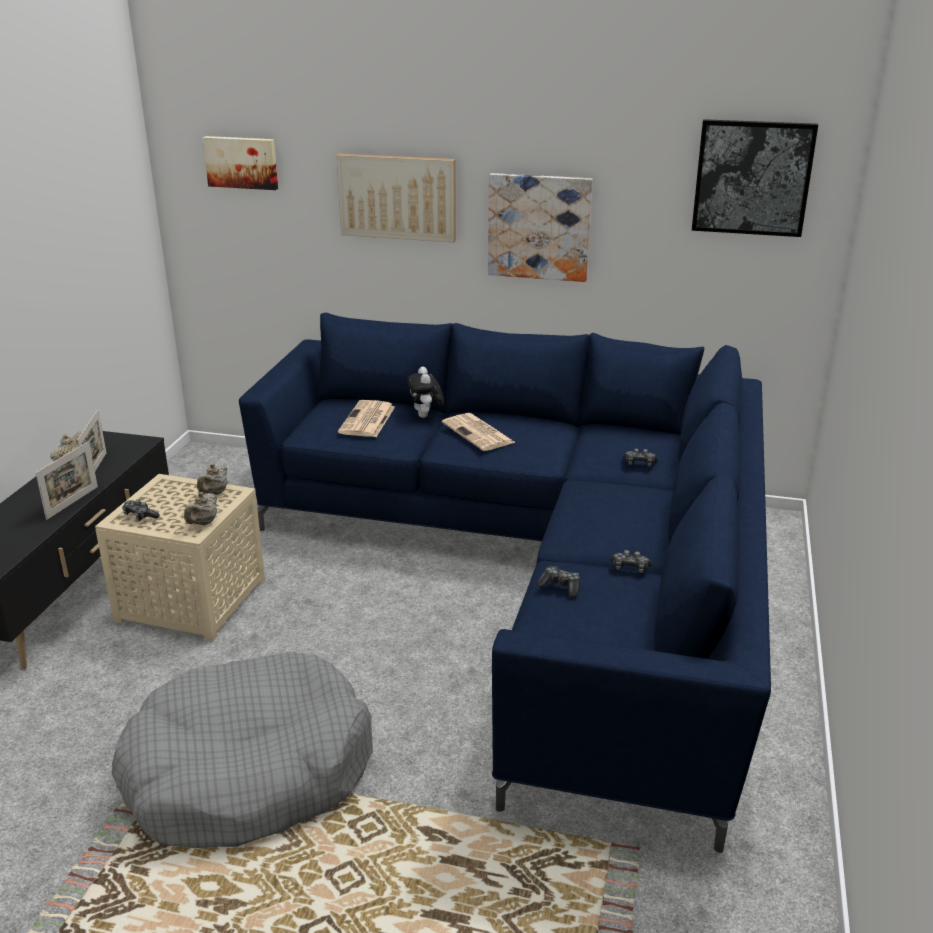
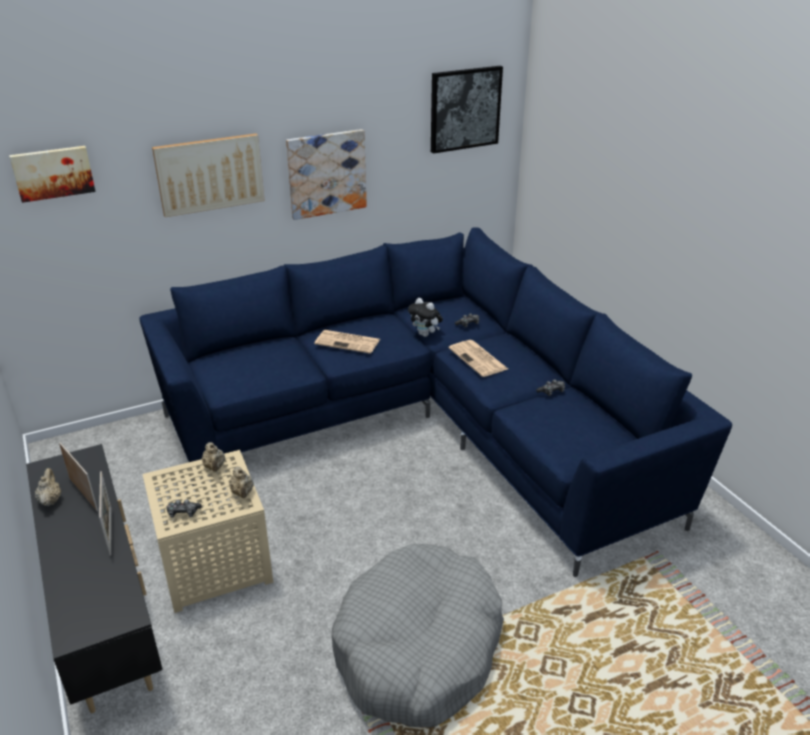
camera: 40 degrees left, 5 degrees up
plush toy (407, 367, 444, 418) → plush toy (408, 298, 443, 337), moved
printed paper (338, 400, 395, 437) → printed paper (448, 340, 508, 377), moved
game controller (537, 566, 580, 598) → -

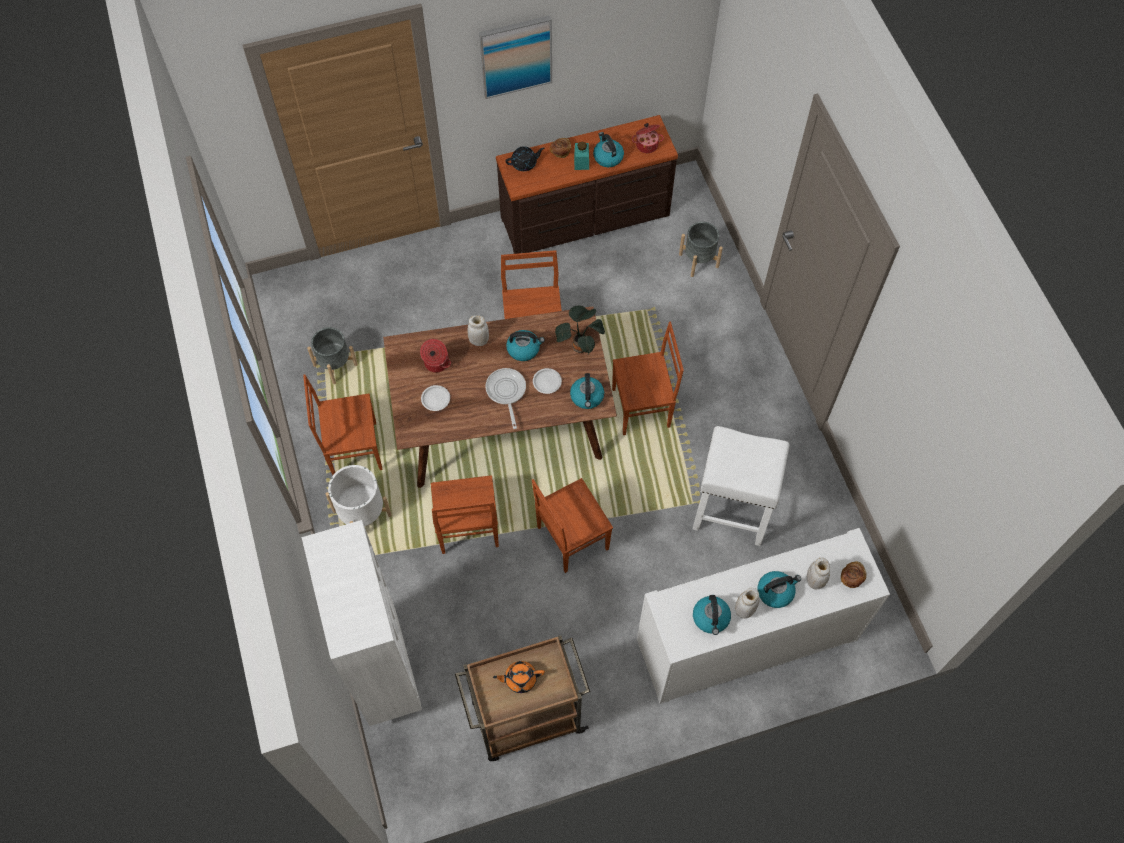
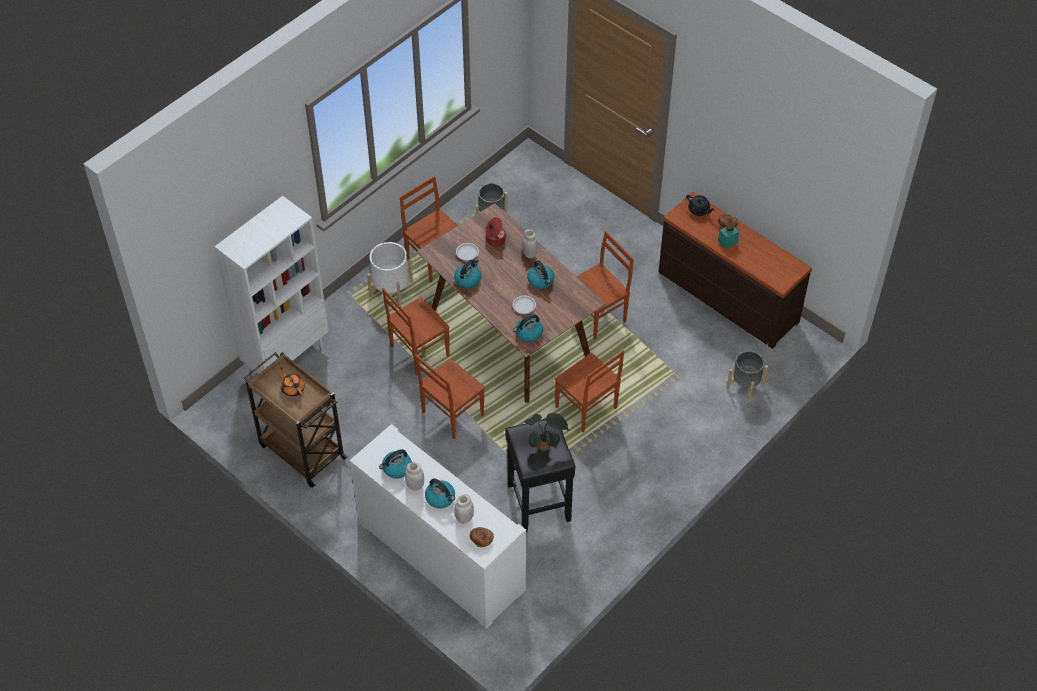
camera: 60 degrees right, 10 degrees down
brownish upright chair (532, 478, 613, 573) → brownish upright chair (415, 355, 485, 439), 75 degrees counterclockwise
tea kettle (593, 132, 624, 167) → tea kettle (454, 259, 481, 288), moved
white stool (692, 426, 789, 546) → black stool (505, 419, 576, 532)
plant in a pot (555, 306, 605, 354) → plant in a pot (524, 413, 570, 452), moved
wall picture (479, 16, 552, 99) → -
pan (485, 368, 526, 429) → -
saucepot (632, 123, 664, 153) → -

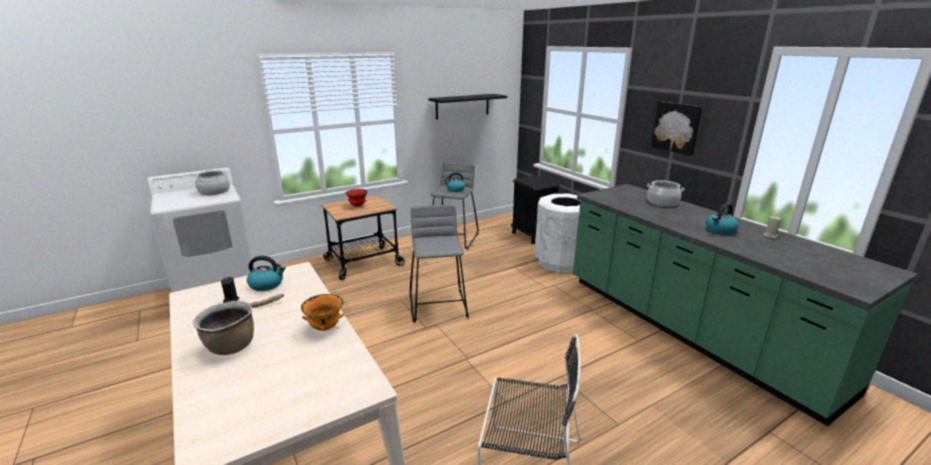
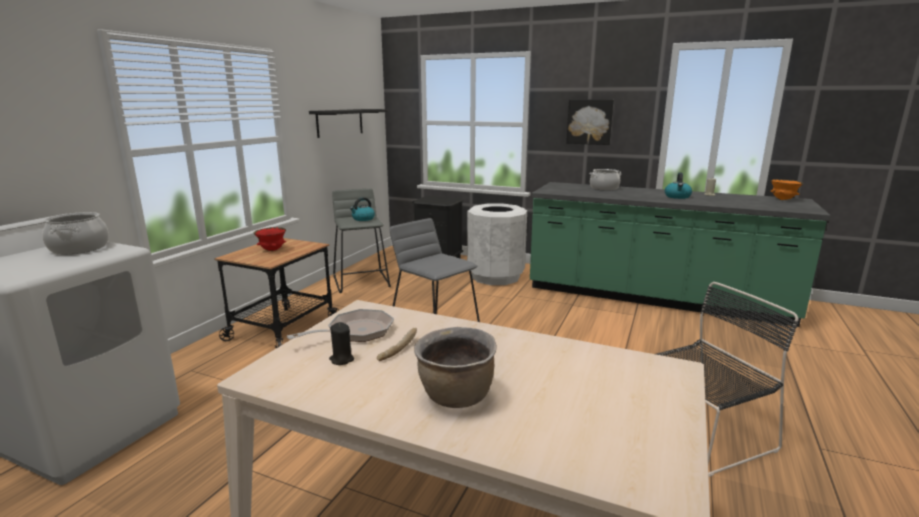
camera: 35 degrees left, 5 degrees down
tea kettle (247, 256, 286, 291) → pan (287, 309, 394, 342)
orange serving bowl (301, 294, 345, 331) → orange serving bowl (770, 179, 803, 200), moved

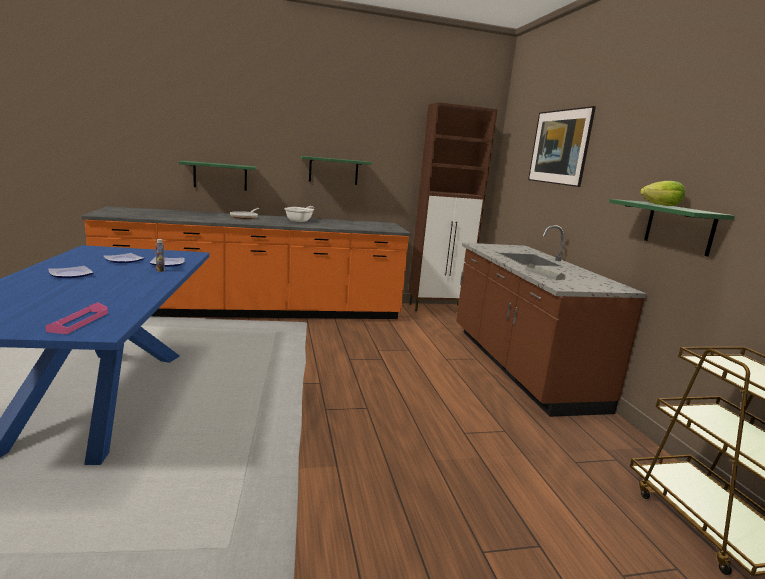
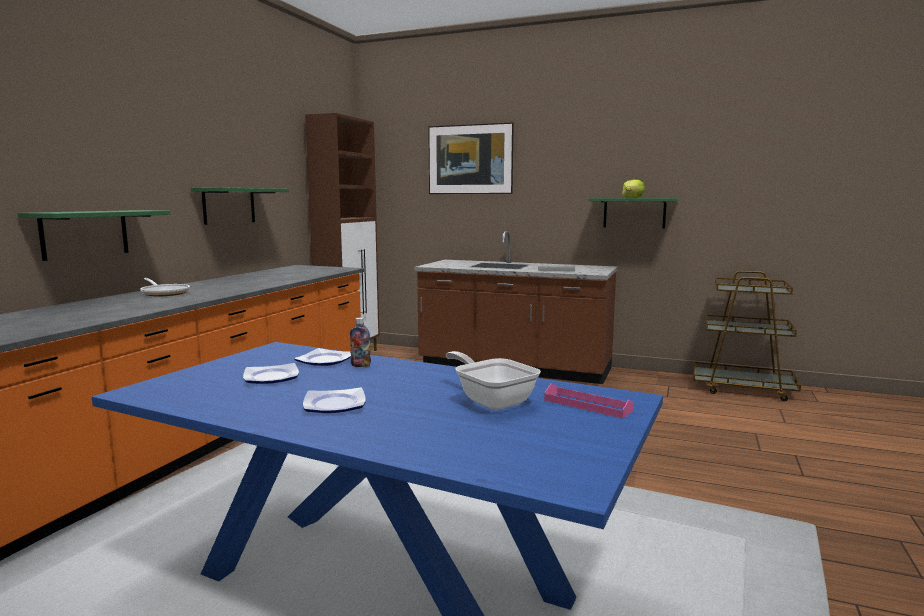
camera: 55 degrees left, 5 degrees down
pan (285, 206, 314, 222) → pan (446, 351, 541, 410), moved

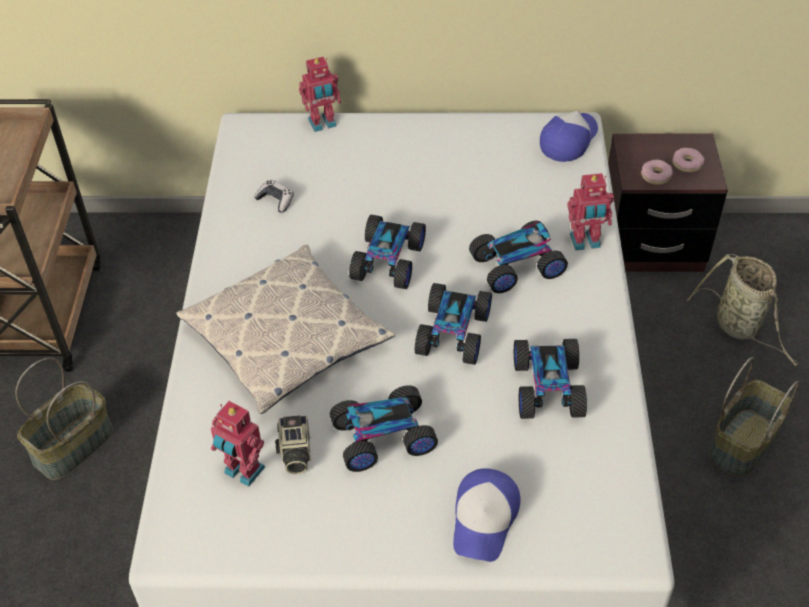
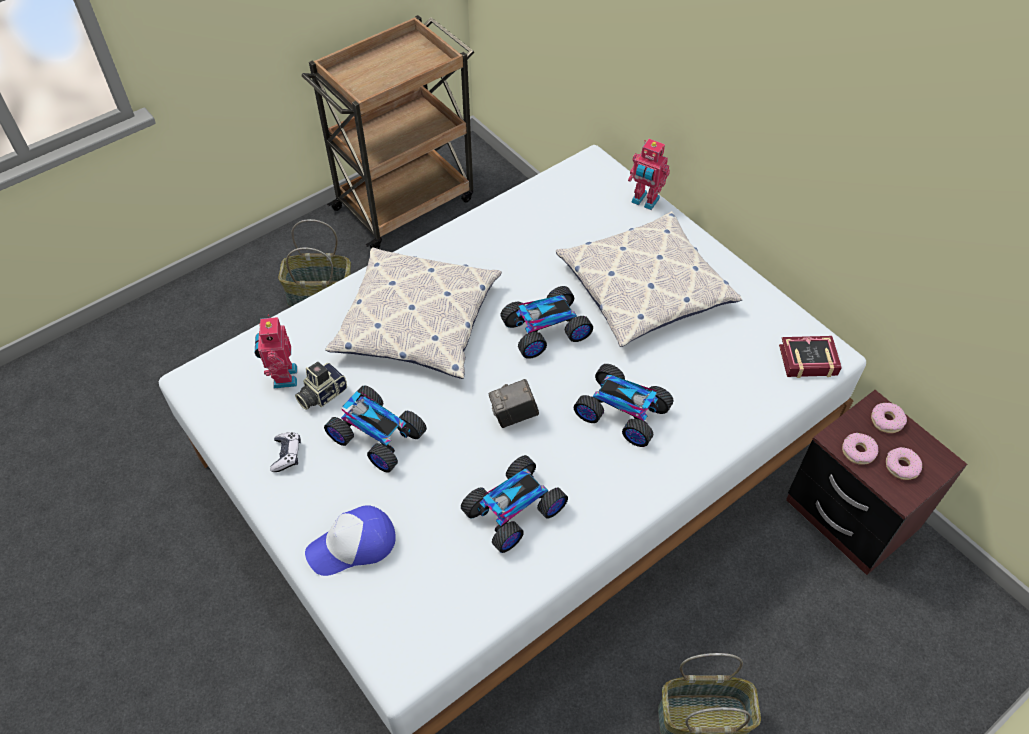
camera: 50 degrees right, 5 degrees up
game controller (254, 179, 294, 213) → game controller (270, 432, 301, 472), moved
toy car (415, 283, 492, 365) → still camera (489, 379, 539, 428)
- → pillow (556, 211, 742, 347)
cap (540, 111, 598, 162) → bound book (779, 336, 842, 378)
- → ring doughnut (871, 403, 907, 433)
model robot (567, 173, 614, 251) → -
household basket (687, 254, 798, 366) → -

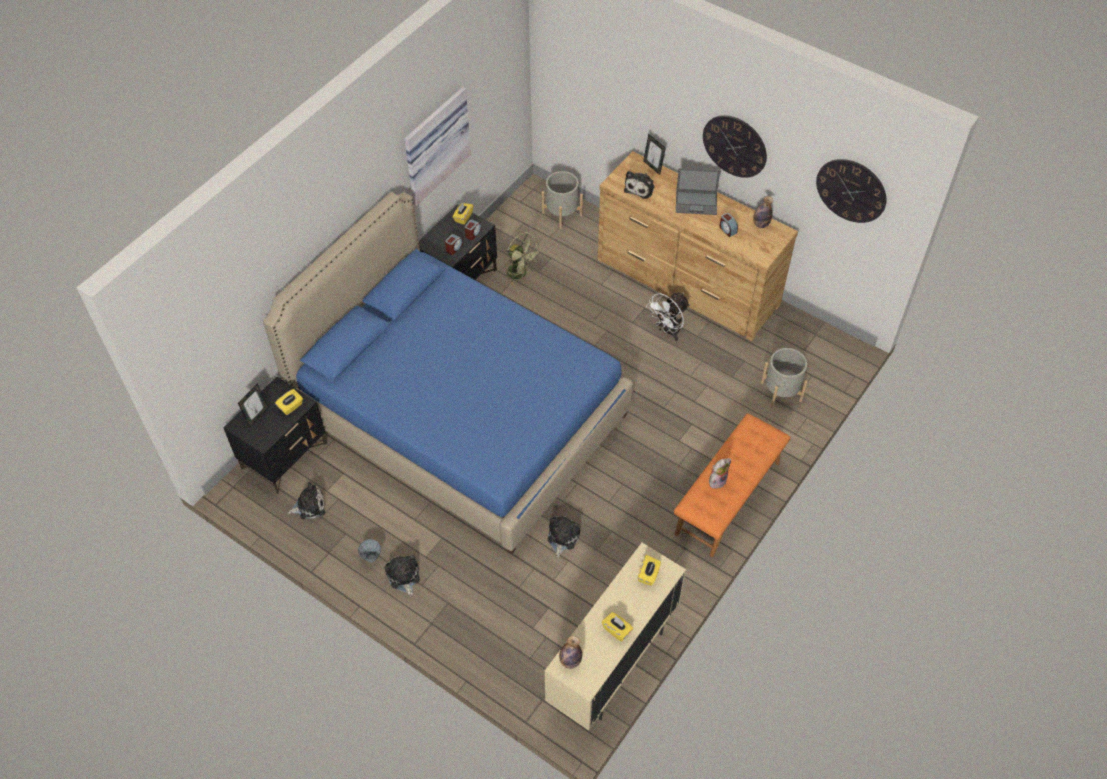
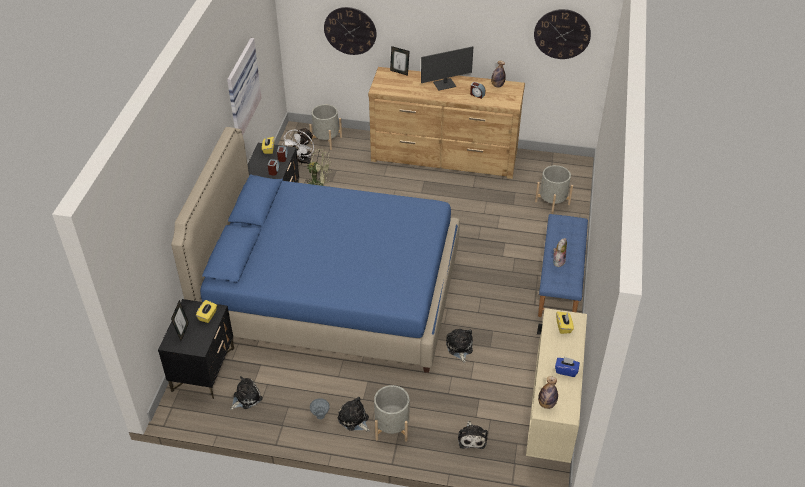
camera: 25 degrees left, 10 degrees down
white electric fan (646, 292, 690, 341) → white electric fan (282, 128, 314, 164), moved
hanging clock (703, 115, 767, 178) → hanging clock (324, 7, 377, 55), moved
- → gray planter (374, 385, 409, 442)
laptop (676, 168, 720, 215) → computer screen (421, 46, 473, 90)
plush toy (624, 171, 655, 199) → plush toy (458, 421, 488, 449), moved
orange bench (674, 413, 791, 557) → bluish bench (538, 214, 588, 317)
yellow-coloured tissue holder (602, 612, 633, 642) → bluish tissue holder (555, 357, 580, 377)

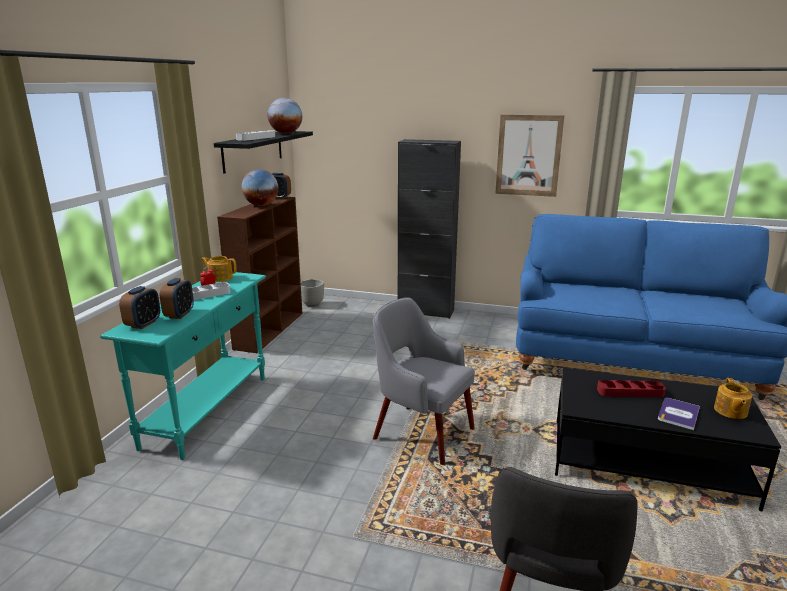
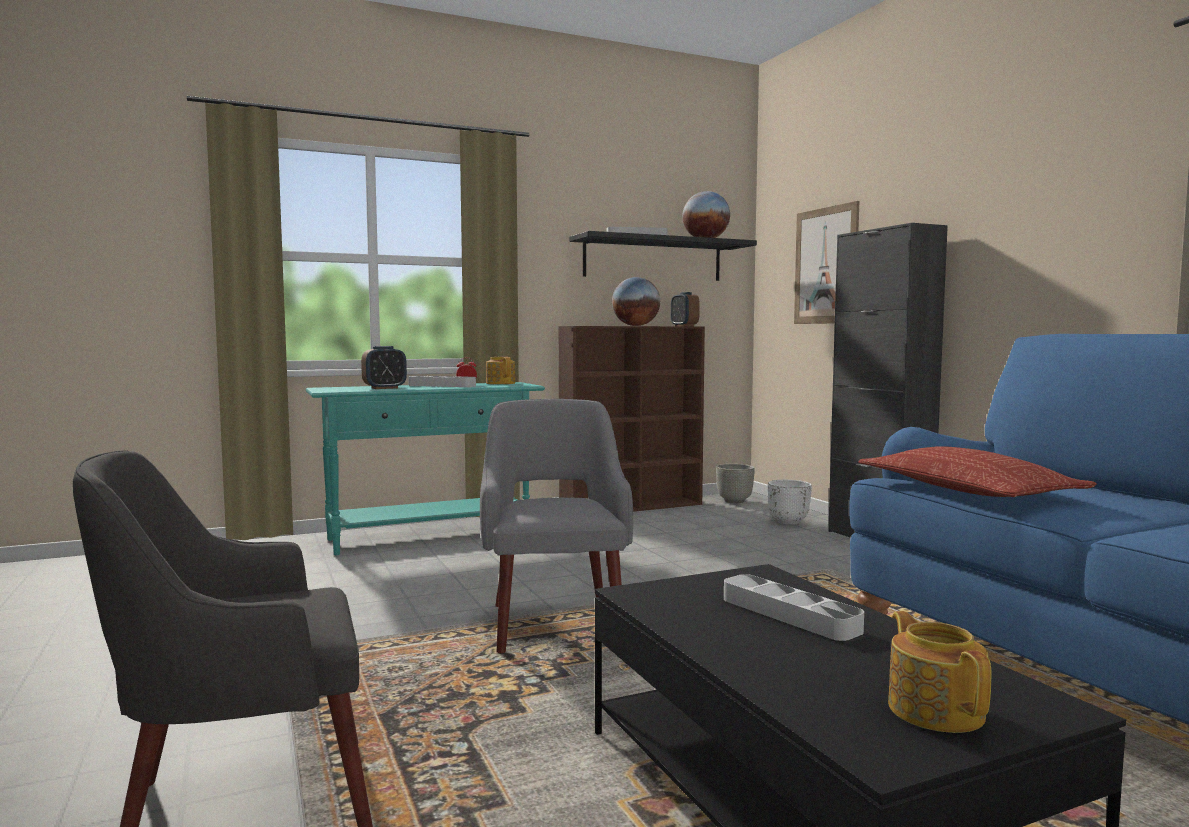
camera: 50 degrees right, 15 degrees down
reddish tray (597, 380, 666, 397) → gray tray (724, 574, 864, 641)
- → white planter (768, 480, 812, 525)
wall picture (495, 115, 564, 197) → wall picture (794, 201, 859, 324), moved
- → pillow (858, 446, 1097, 497)
pot for tea (714, 378, 752, 419) → pot for tea (888, 611, 991, 733), 105 degrees clockwise
bedside clock (119, 286, 160, 329) → -
bound book (658, 398, 700, 430) → -

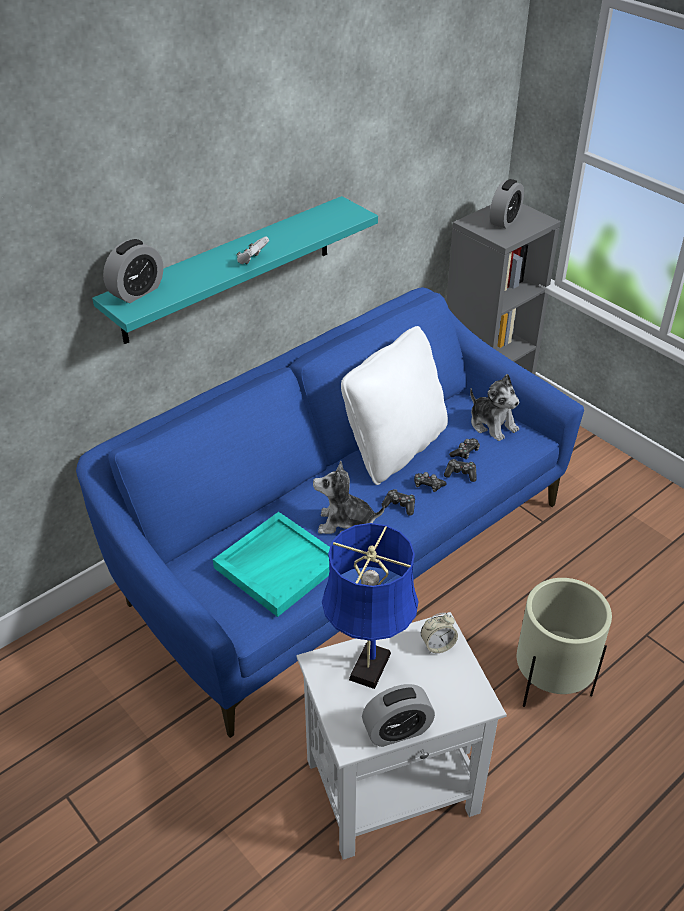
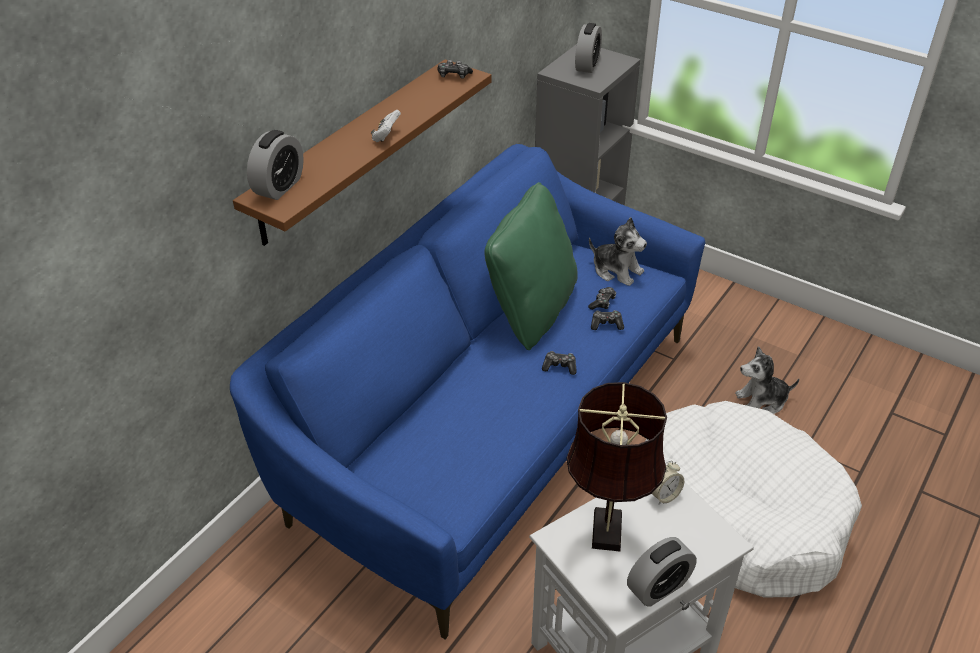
camera: 15 degrees left, 0 degrees up
turquoise-coloured shelf (92, 196, 378, 344) → brownish shelf (233, 60, 491, 246)
game controller (414, 472, 446, 492) → game controller (437, 60, 473, 79), moved
white pillow (341, 326, 448, 485) → greenish pillow (485, 182, 578, 350)
bluish lamp for a table (322, 523, 419, 689) → brownish lamp for a table (566, 382, 667, 552)
beige planter (517, 578, 612, 707) → white pet bed (645, 401, 862, 597)
plush toy (313, 461, 385, 534) → plush toy (735, 346, 800, 414), moved
turquoise-coloured tray (213, 512, 330, 617) → -

